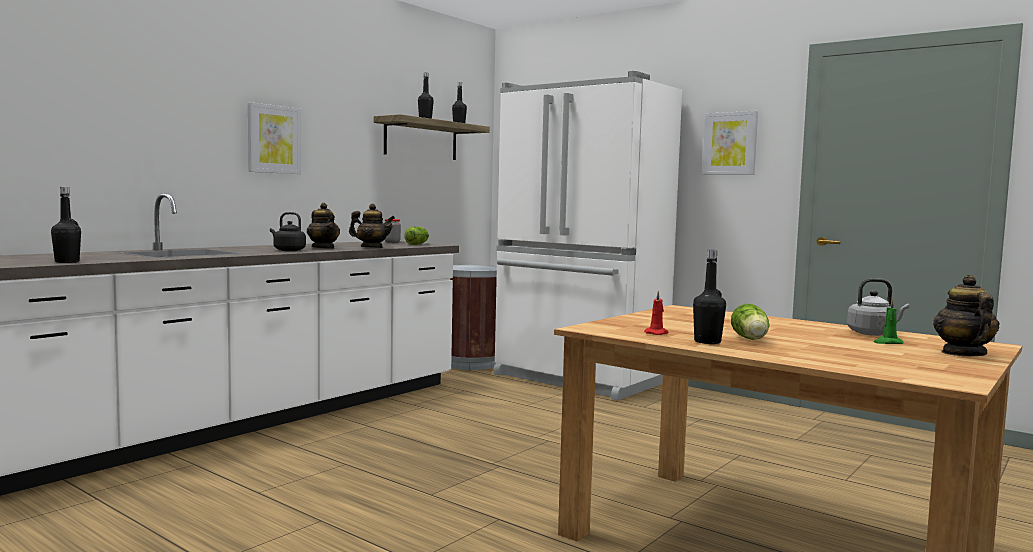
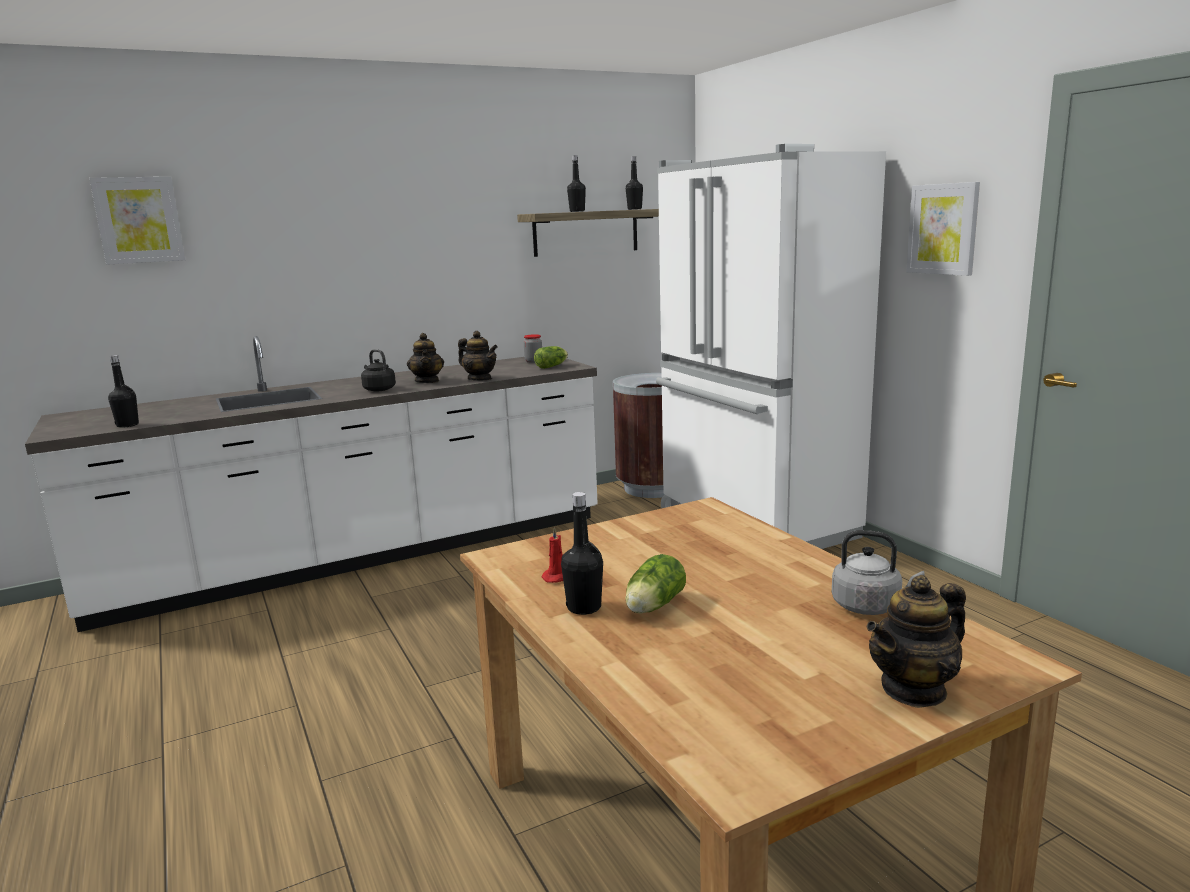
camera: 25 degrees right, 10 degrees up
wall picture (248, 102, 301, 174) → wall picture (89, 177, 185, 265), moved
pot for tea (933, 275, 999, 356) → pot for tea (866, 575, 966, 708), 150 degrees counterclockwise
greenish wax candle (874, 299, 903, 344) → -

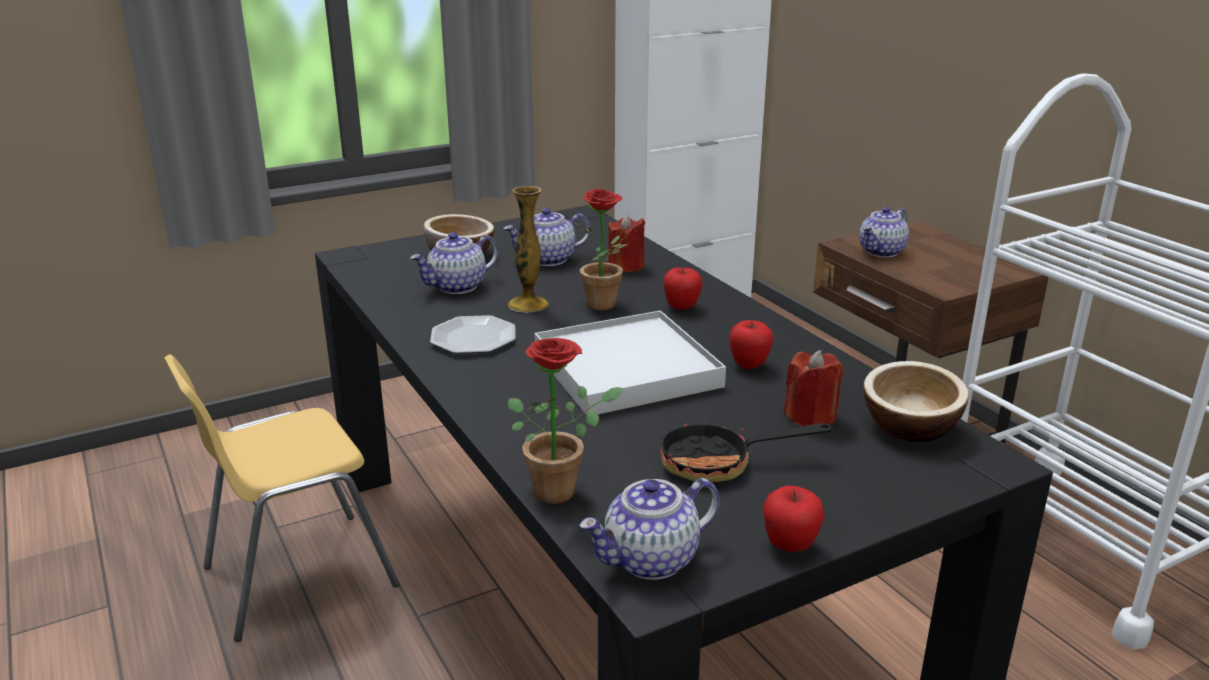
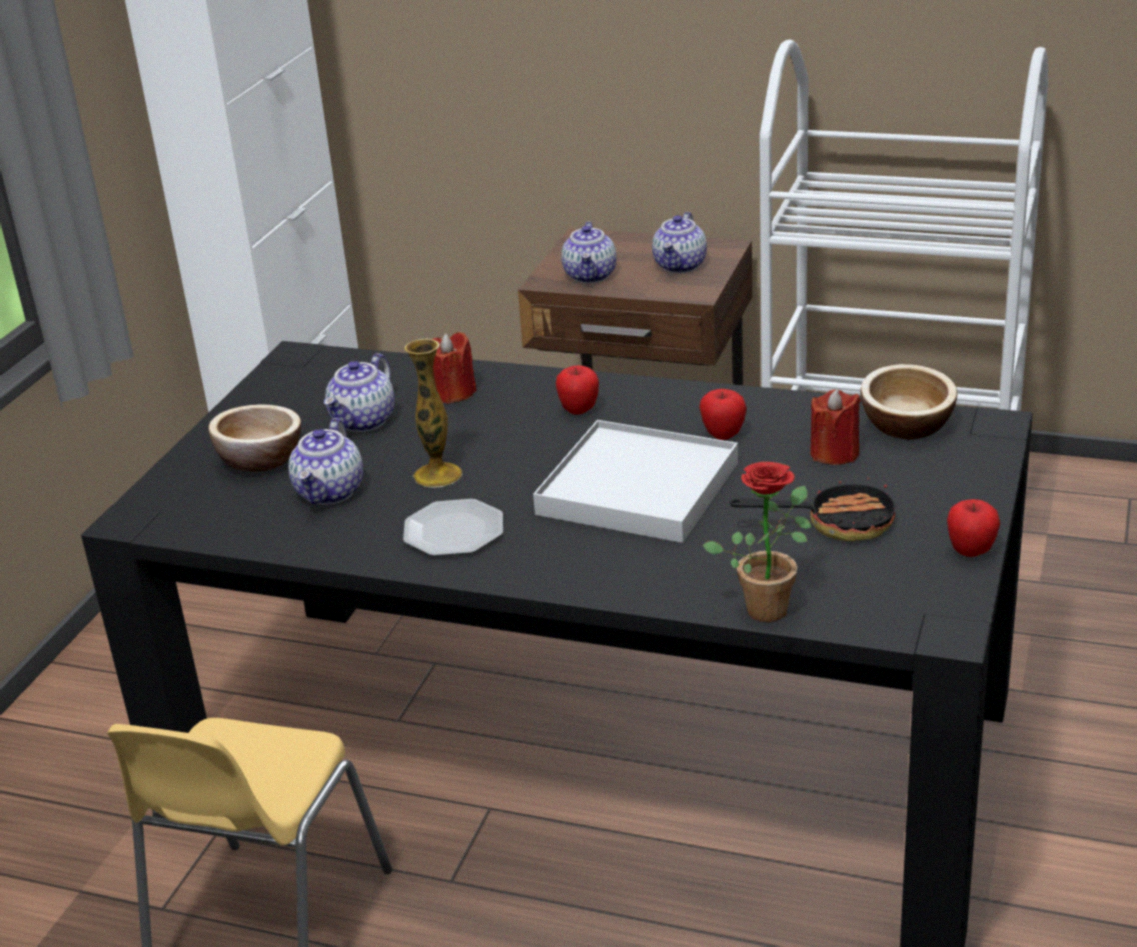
camera: 40 degrees left, 5 degrees up
pot for tea (580, 478, 720, 580) → pot for tea (652, 212, 707, 273), moved
pan (661, 407, 832, 482) → pan (730, 476, 895, 541), 135 degrees counterclockwise
plant in a pot (573, 189, 628, 311) → -

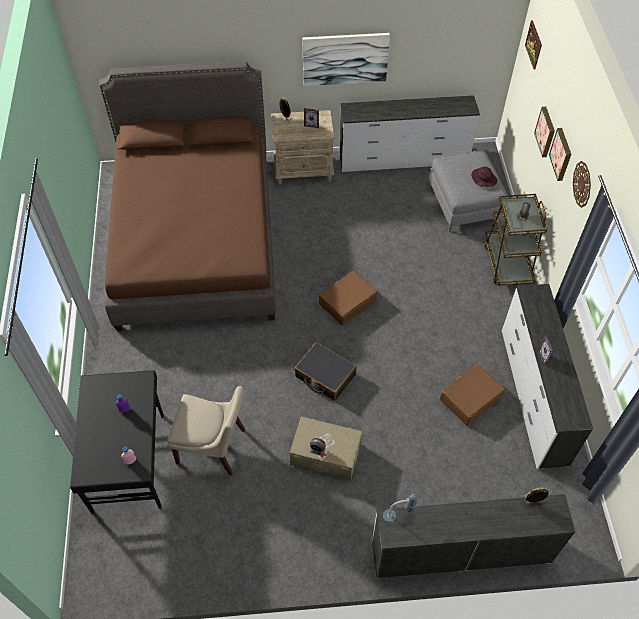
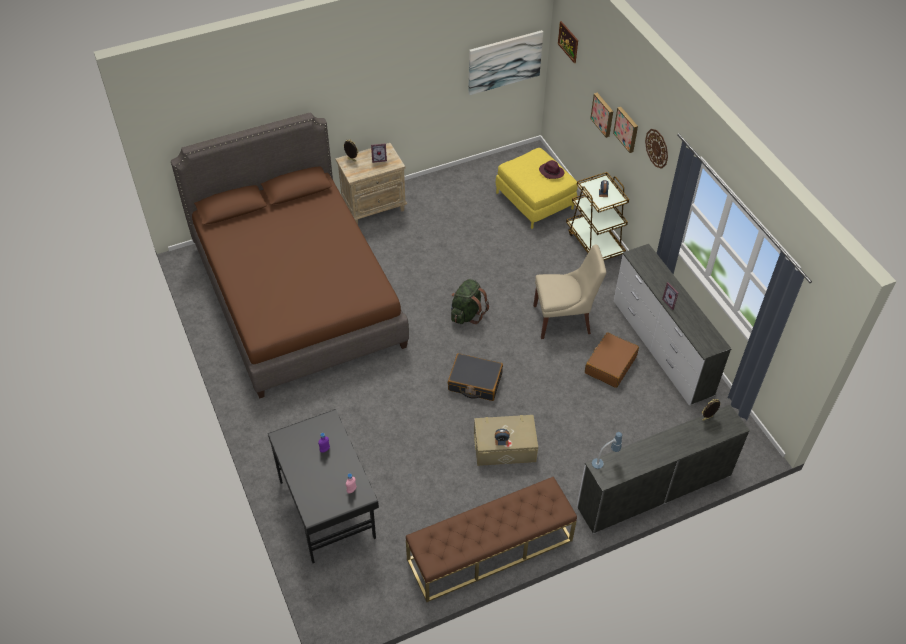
camera: 20 degrees left, 5 degrees down
- → brownish bench (406, 477, 577, 602)
brownish travel case (319, 271, 377, 325) → greenish knapsack (451, 279, 489, 324)
wall picture (302, 33, 390, 86) → wall picture (468, 30, 543, 95), moved
gray ottoman (428, 150, 508, 232) → yellow-coloured ottoman (496, 148, 578, 229)
beige upright chair (167, 386, 245, 475) → beige upright chair (533, 244, 606, 339), moved
white chest of drawers (339, 95, 480, 172) → -

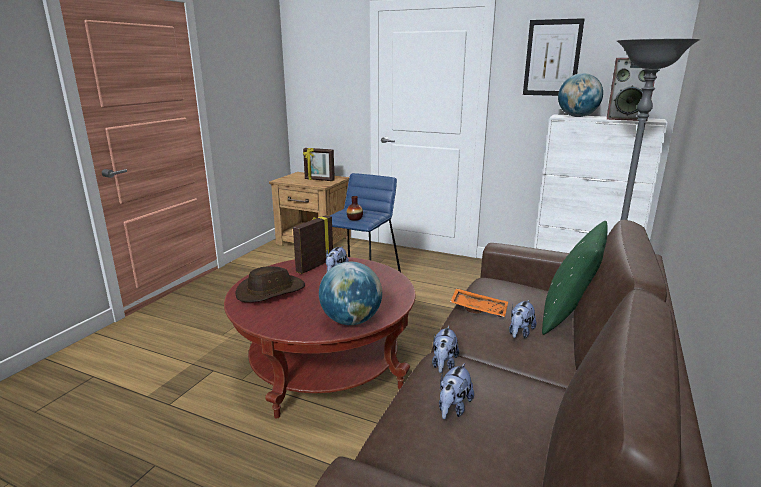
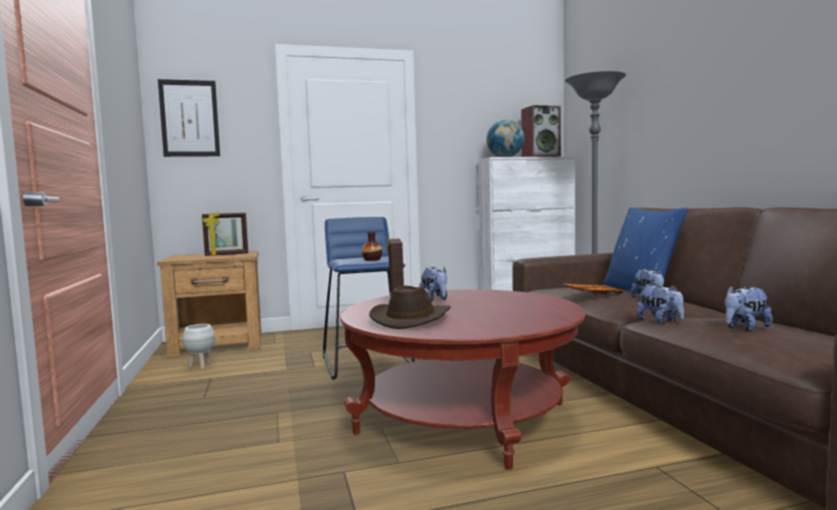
camera: 40 degrees left, 15 degrees down
wall picture (523, 18, 585, 96) → wall picture (158, 79, 220, 157), moved
- → white planter (183, 324, 215, 370)
greenish pillow (542, 221, 608, 335) → bluish pillow (603, 207, 688, 294)
plush toy (439, 363, 474, 419) → plush toy (725, 285, 773, 331), 75 degrees clockwise
world globe (319, 262, 382, 325) → -

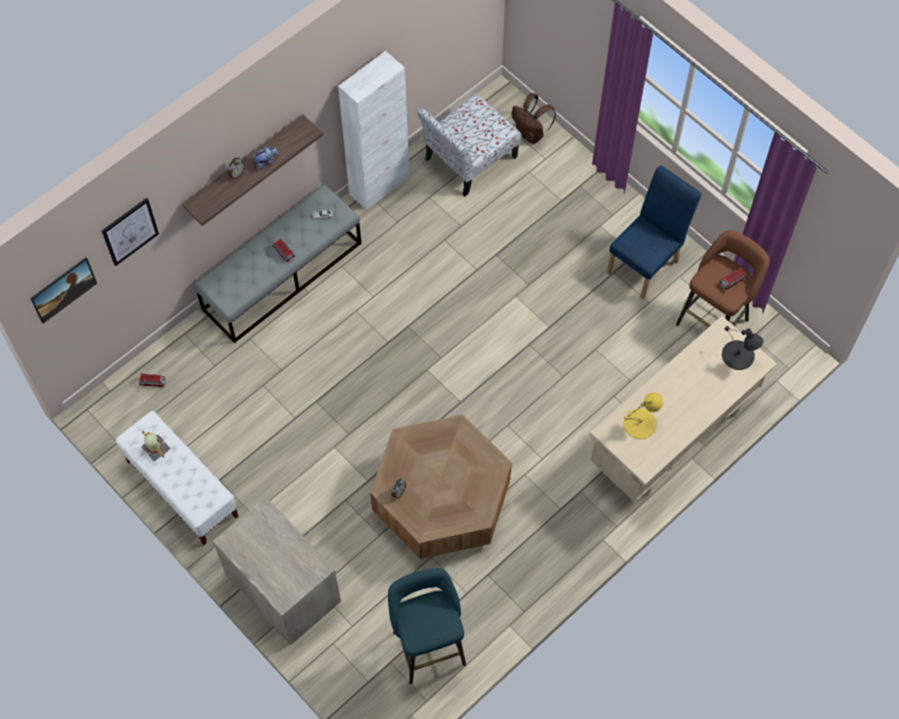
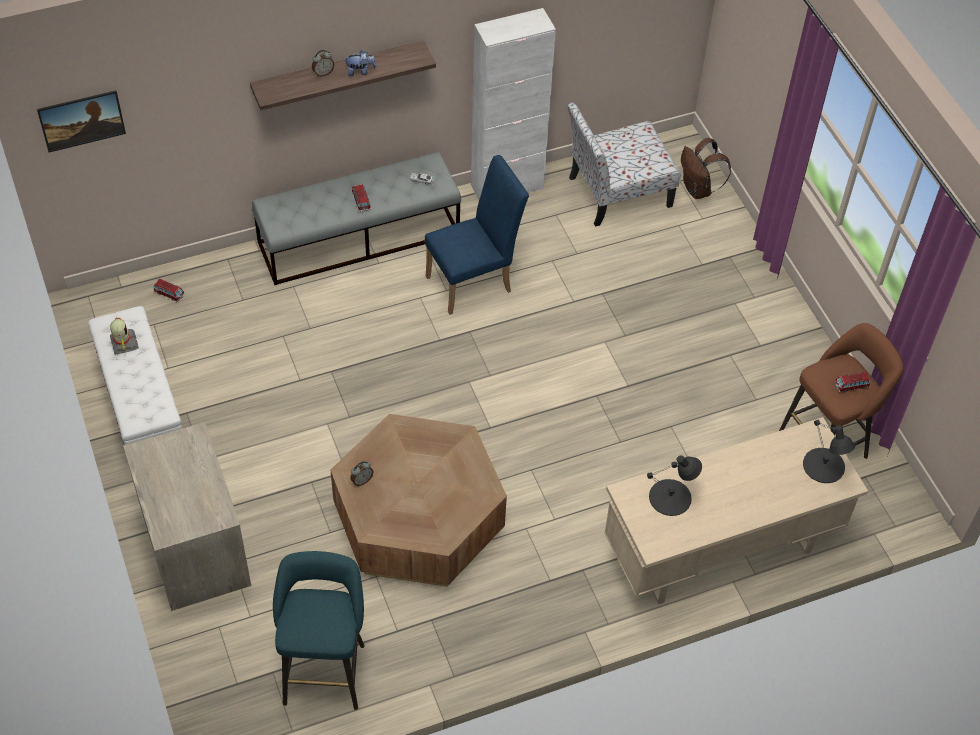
camera: 20 degrees right, 10 degrees down
bluish upright chair (607, 166, 701, 299) → bluish upright chair (425, 155, 529, 315), moved
yellow-coloured lamp for a table (623, 392, 663, 439) → black lamp for a table (647, 455, 702, 516)
wall picture (102, 198, 159, 266) → -

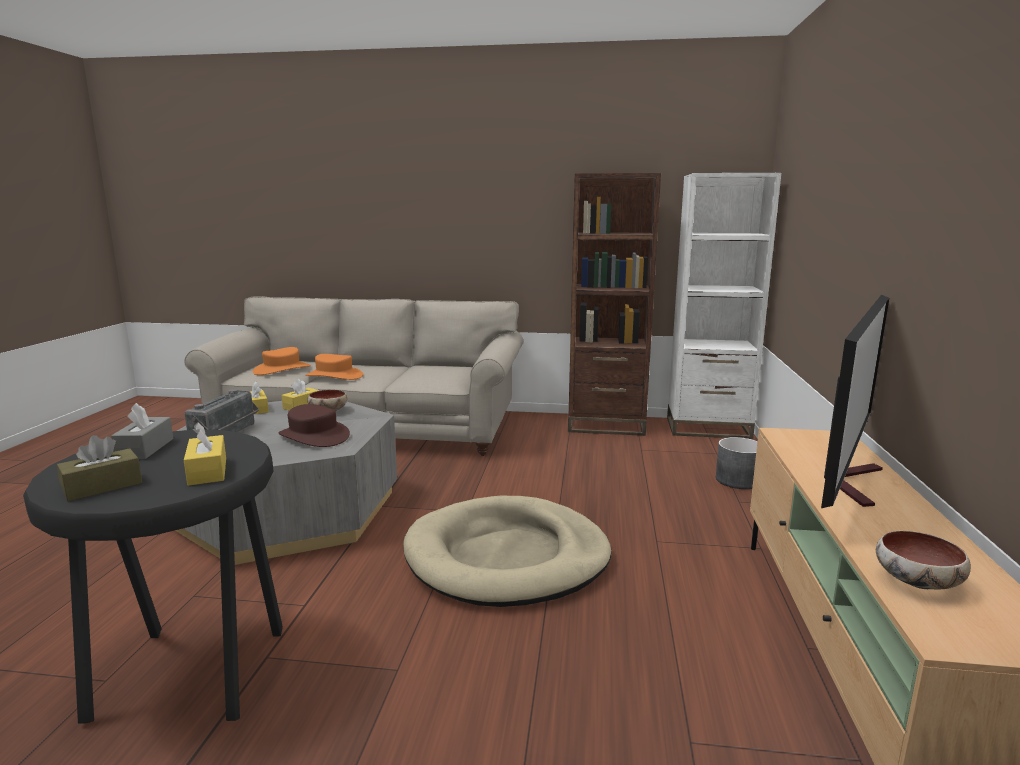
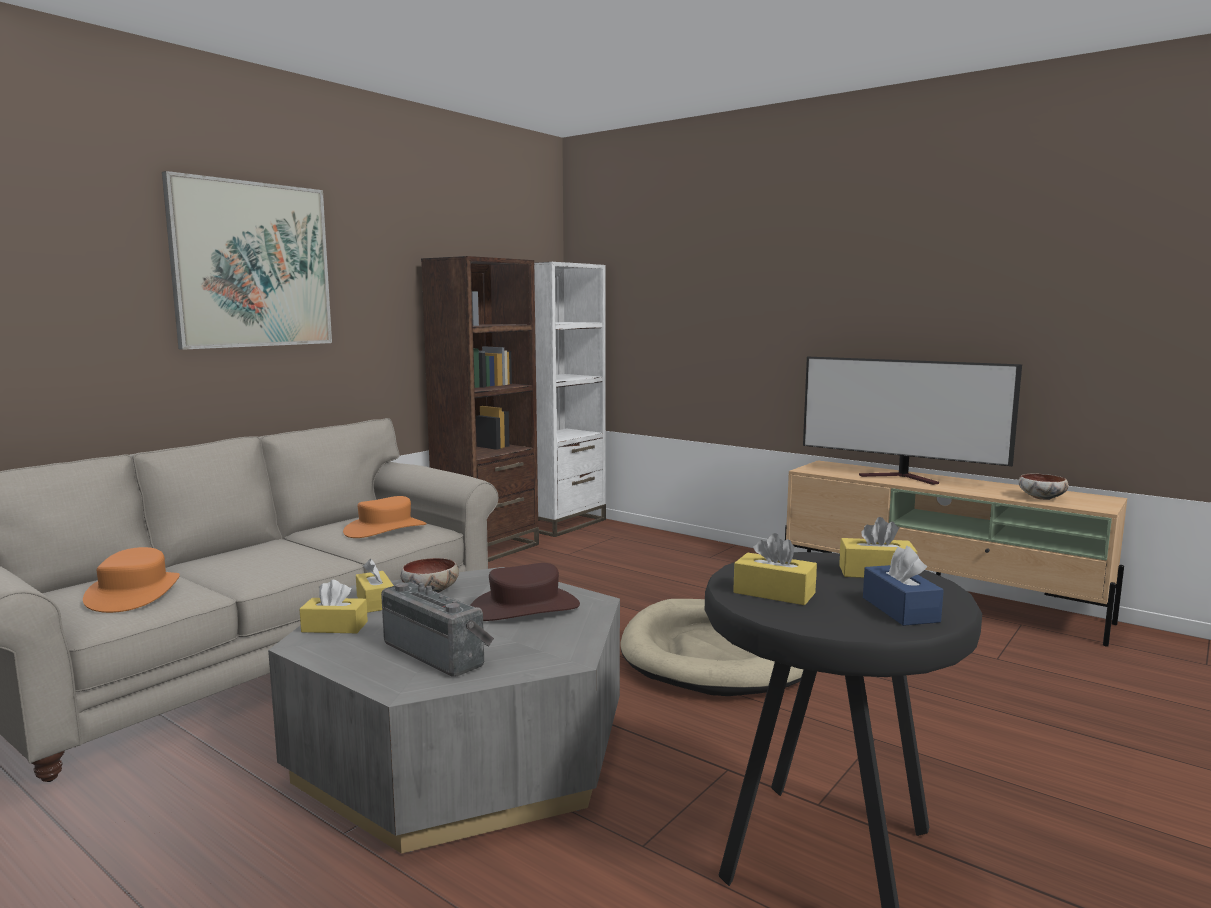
camera: 60 degrees left, 5 degrees down
- → wall picture (162, 171, 332, 350)
orange wearable hat (305, 354, 363, 380) → orange wearable hat (343, 496, 427, 538), moved
gray tissue holder (111, 403, 173, 459) → yellow-coloured tissue holder (733, 533, 817, 605)
TV set (821, 295, 889, 508) → TV set (803, 357, 1022, 485), 150 degrees clockwise
brownish tissue holder (57, 435, 142, 501) → bluish tissue holder (863, 546, 944, 626)
gray planter (716, 437, 757, 489) → -

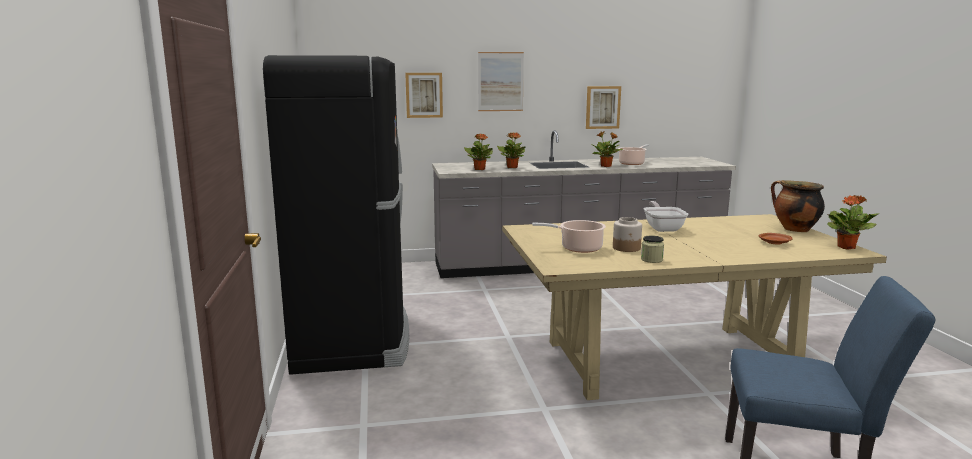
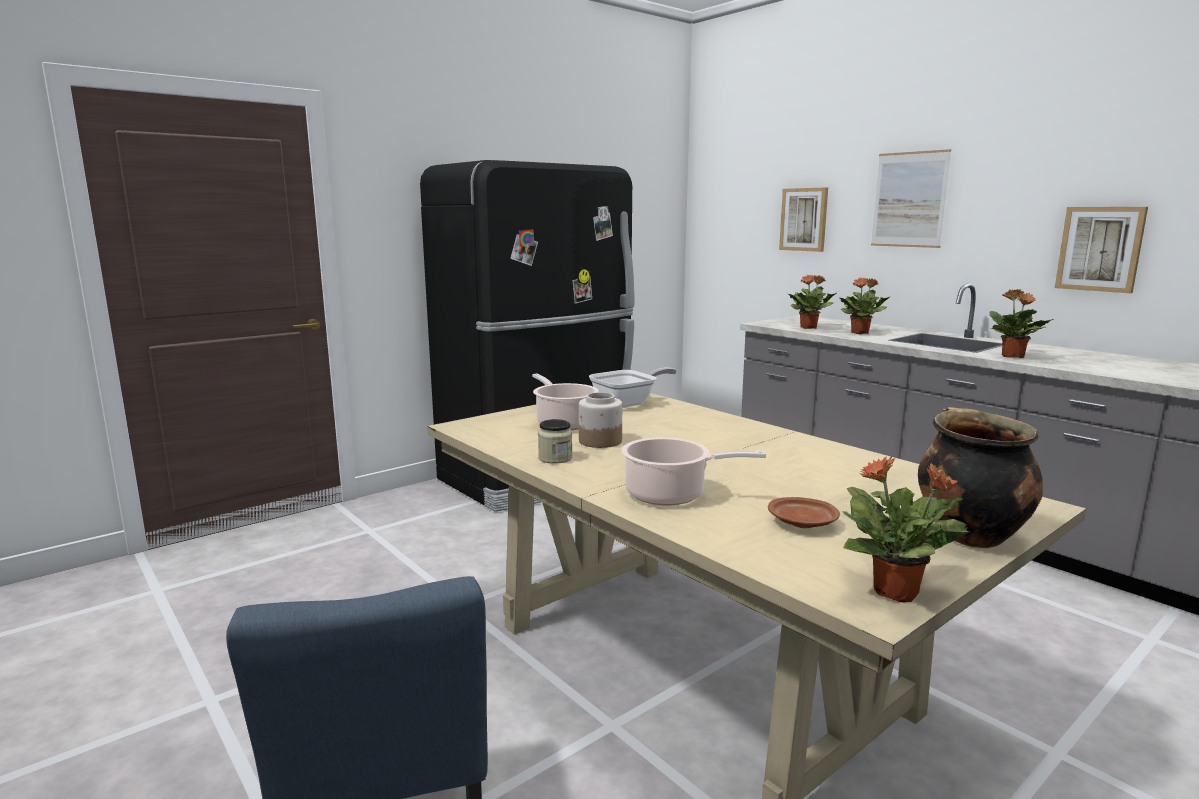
camera: 60 degrees right, 0 degrees up
pan (643, 201, 688, 232) → pan (589, 367, 677, 408), moved
saucepot (618, 144, 649, 165) → saucepot (621, 437, 766, 506), moved

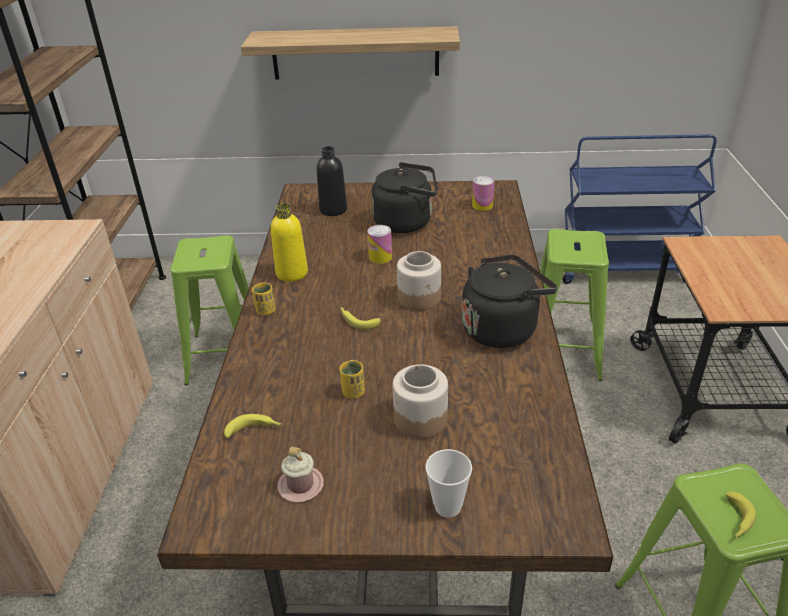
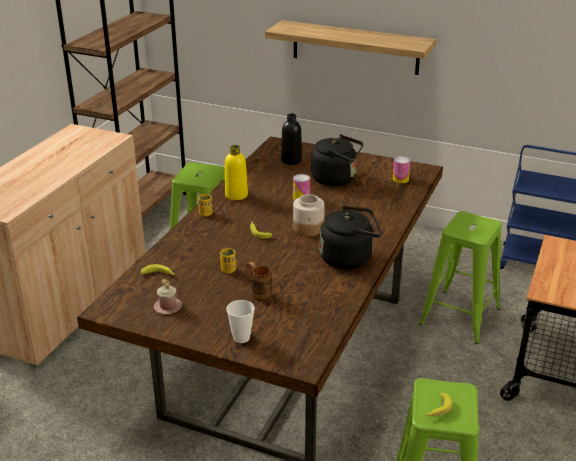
camera: 20 degrees right, 5 degrees down
preserve jar (393, 364, 448, 439) → brownish mug (246, 262, 271, 301)

